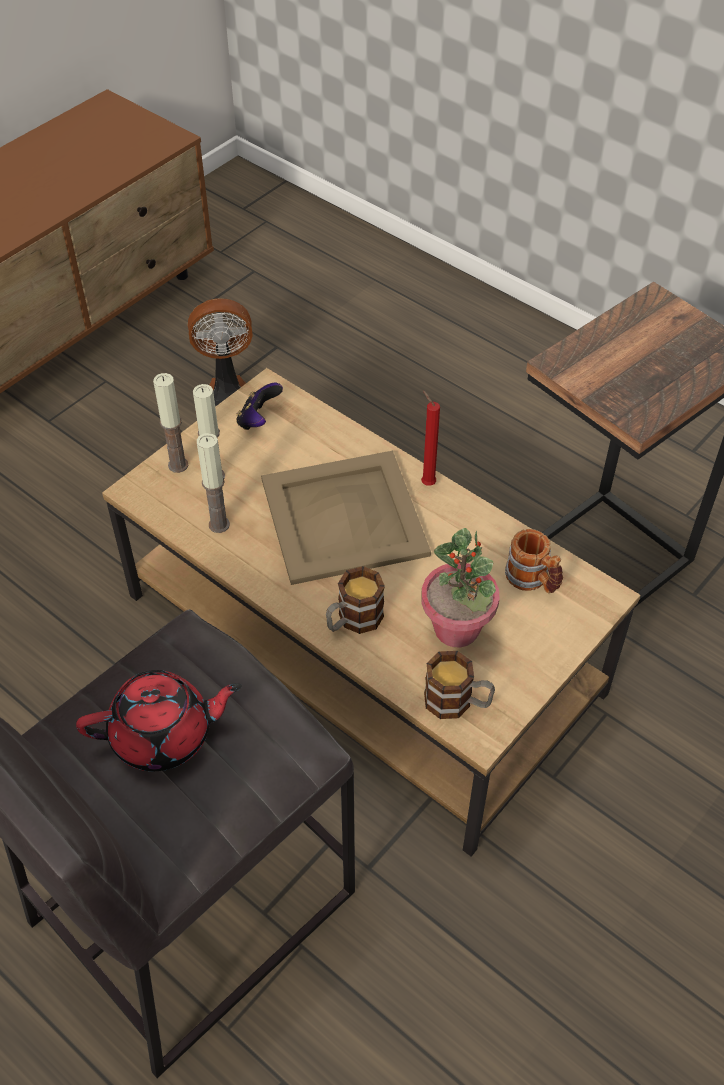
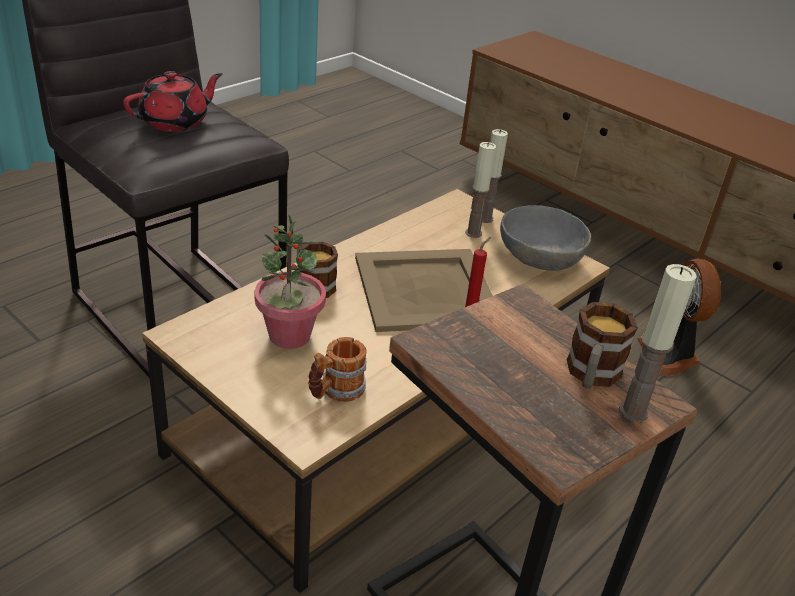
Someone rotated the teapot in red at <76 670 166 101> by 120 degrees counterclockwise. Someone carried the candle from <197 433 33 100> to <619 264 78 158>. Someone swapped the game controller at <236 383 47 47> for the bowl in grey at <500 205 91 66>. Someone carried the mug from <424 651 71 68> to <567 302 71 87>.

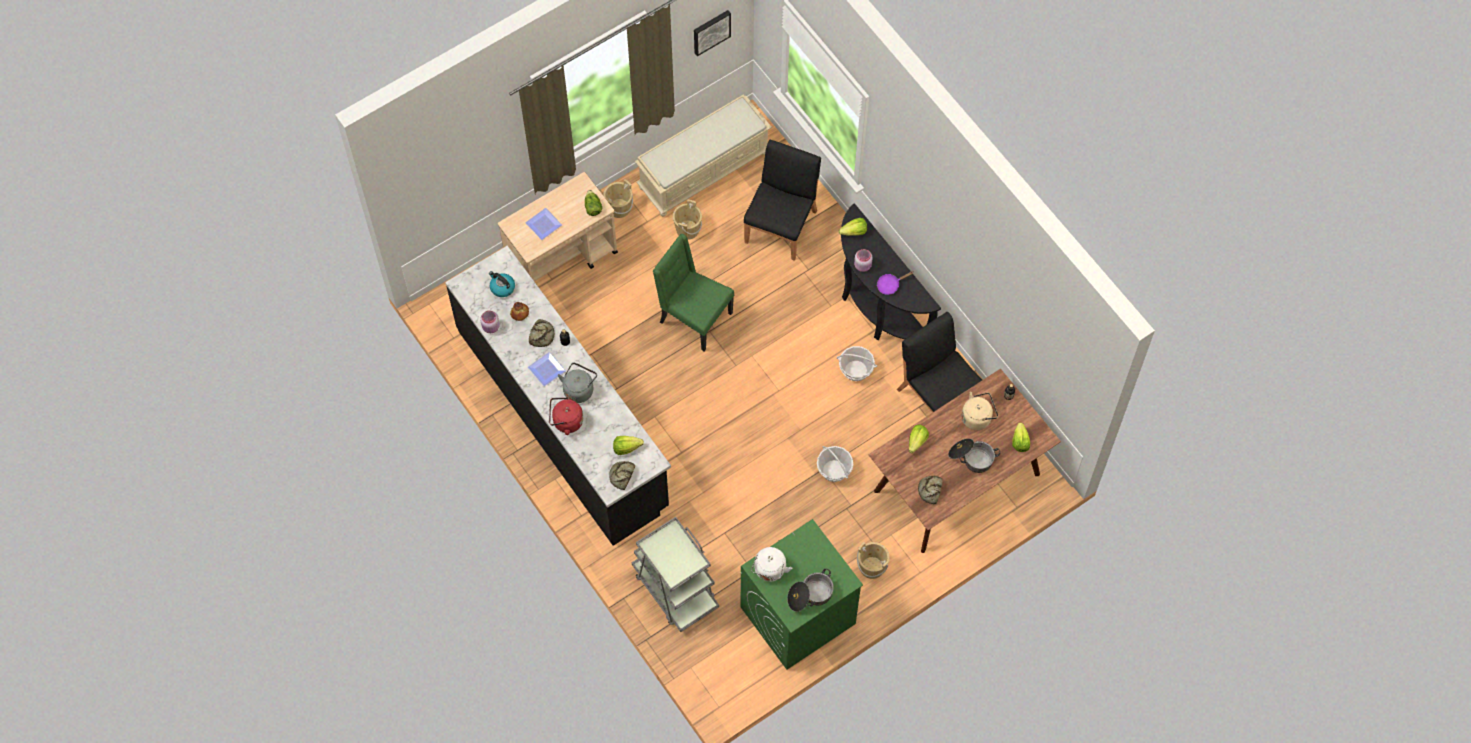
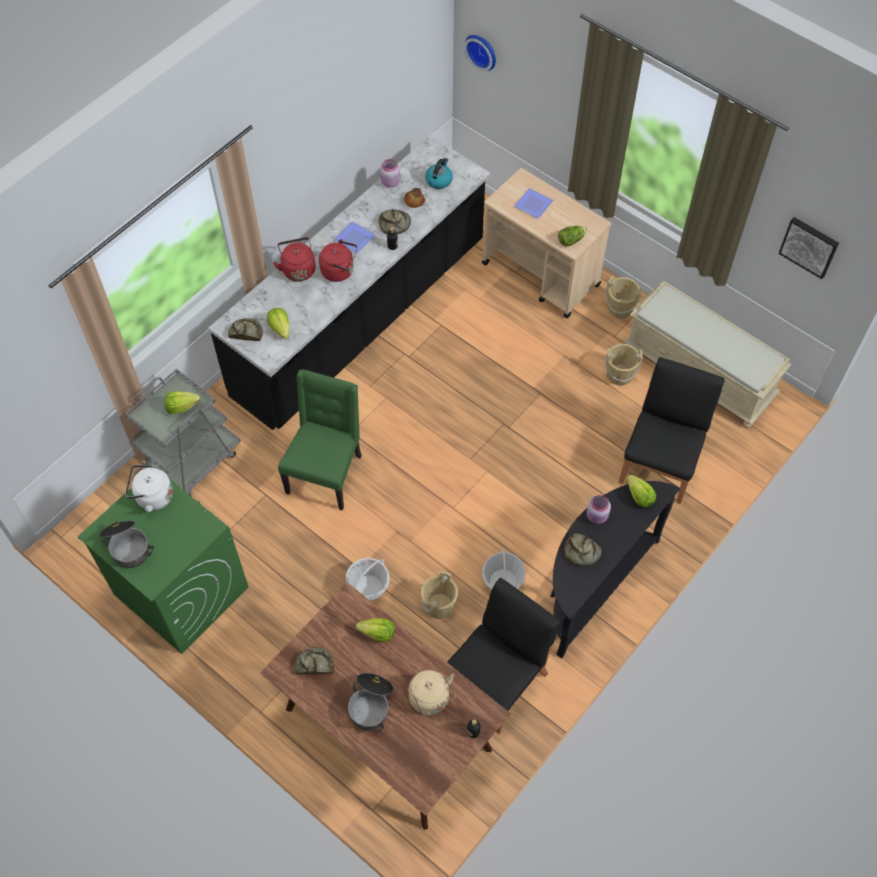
Someone repainted the kettle in grey at <558 363 39 40>, which became the kettle in red at <319 239 38 43>. Someone carried the chair in green from <653 234 81 117> to <278 369 84 142>. Someone rotated the chair in black at <744 140 77 121> by 75 degrees counterclockwise. Someone carried the bucket in beige from <857 542 33 37> to <421 571 37 48>. Someone swapped the frying pan in purple at <877 271 36 24> for the bread at <564 533 38 33>. Someone carried the lettuce from <1012 422 18 30> to <164 391 36 23>. Someone put up the wall clock at <464 35 32 36>.

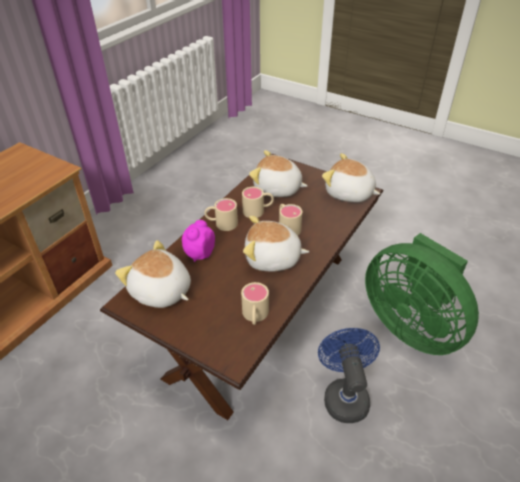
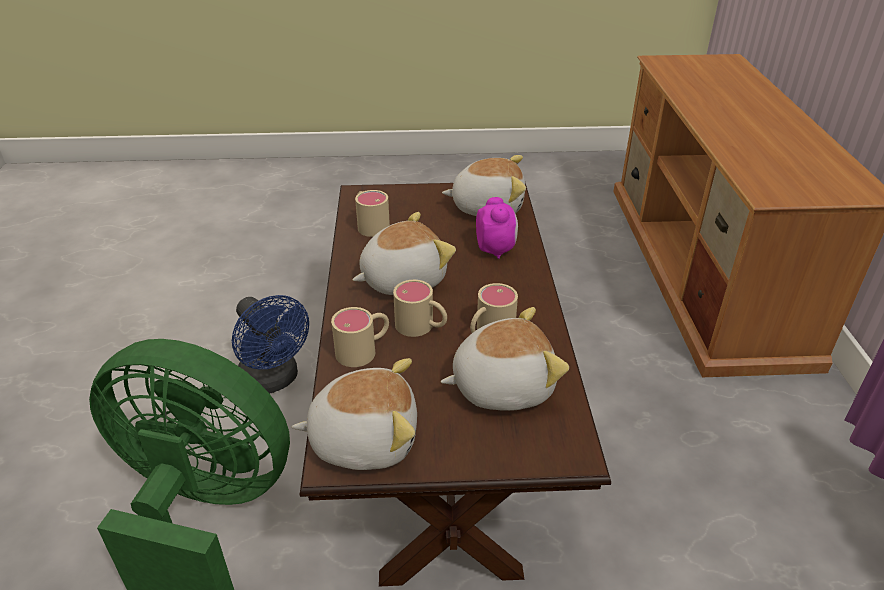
Someone carried the mug in beige from <204 198 34 33> to <331 307 58 60>.

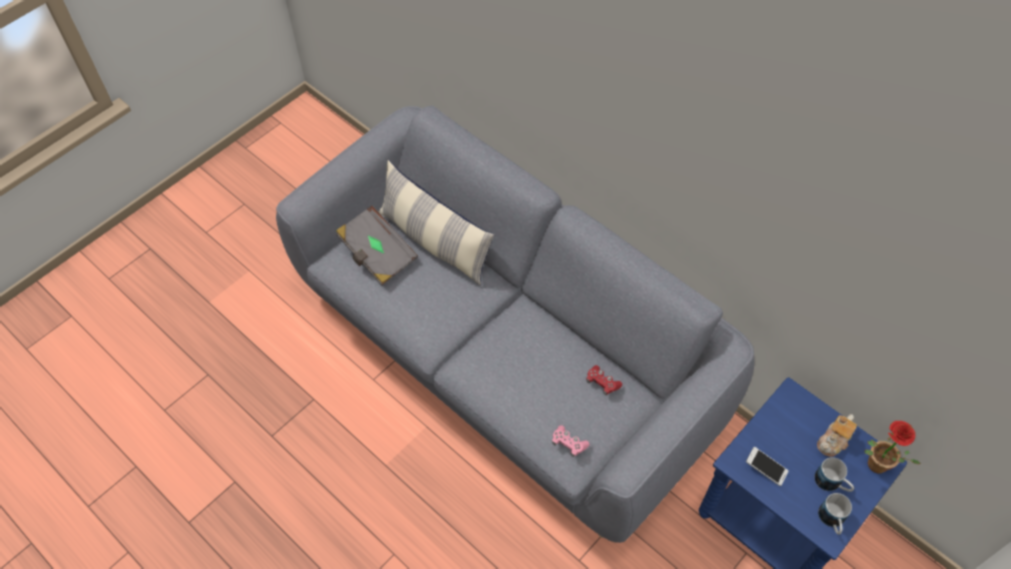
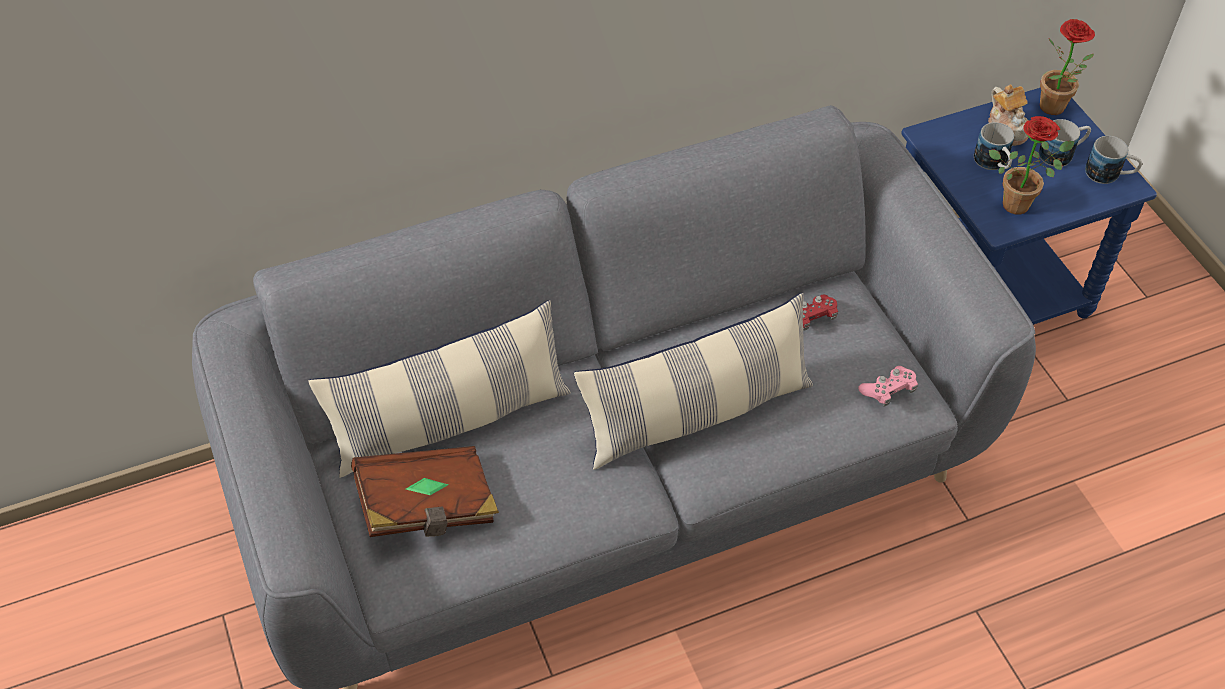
Someone repainted the book in grey at <336 205 82 81>, which became the book in brown at <351 446 148 91>. Someone swapped the phone at <746 447 42 39> for the potted plant at <989 116 86 99>. Someone put down the pillow at <574 293 239 177>. Someone put down the mug at <974 122 40 48>.

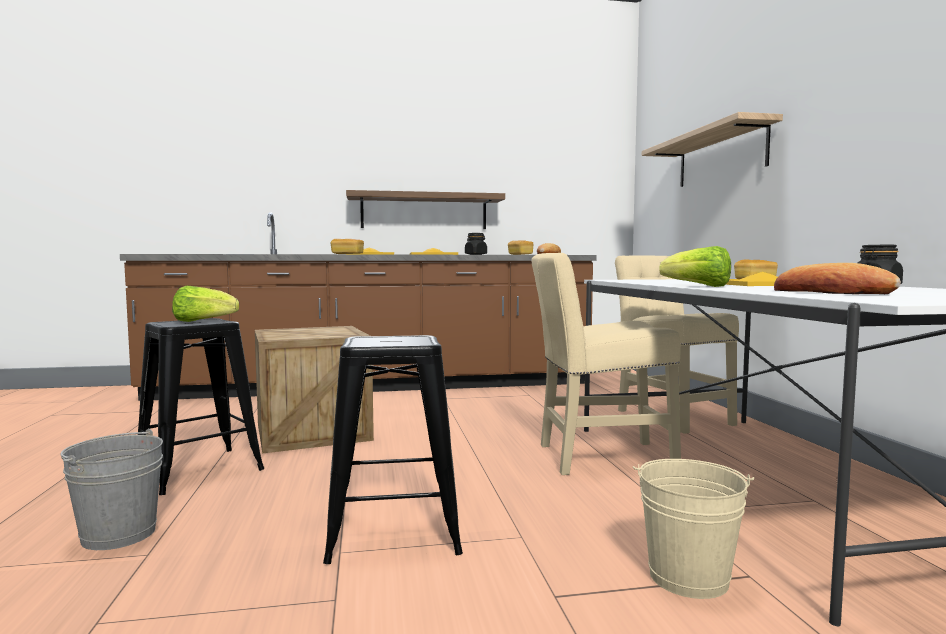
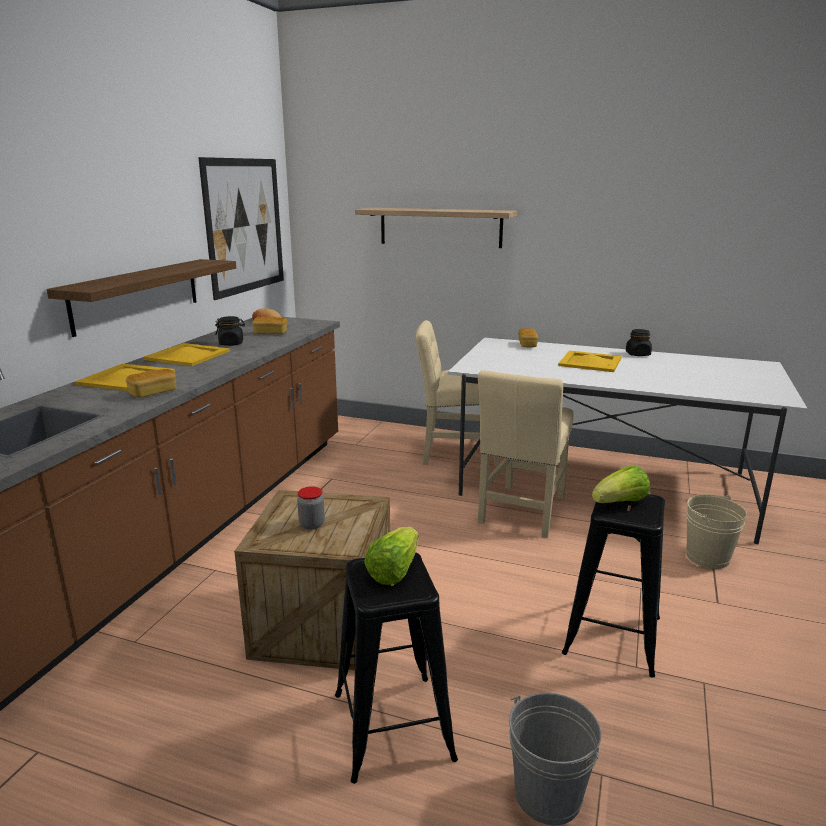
Someone carried the lettuce from <659 246 72 41> to <592 466 58 37>. Someone took away the bread at <774 263 127 31>. Someone put up the picture at <198 157 86 143>. Someone put down the jar at <297 486 28 44>.

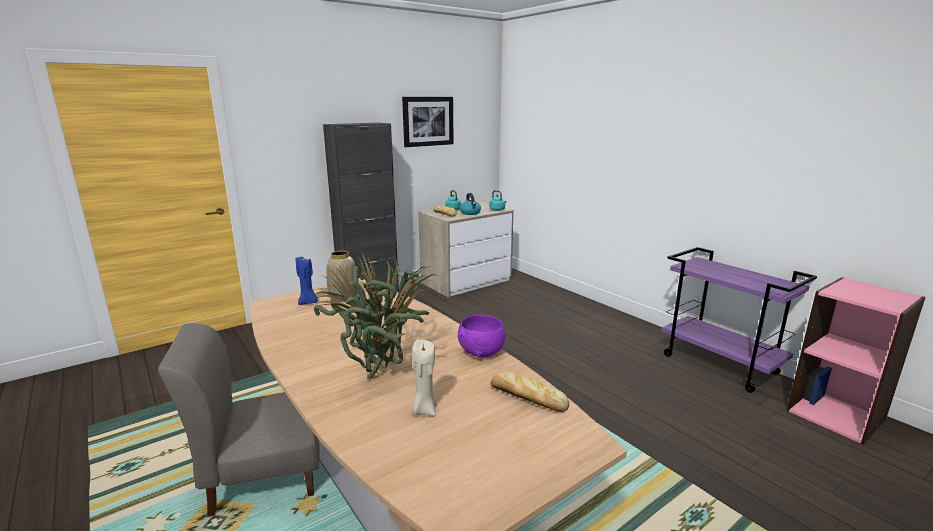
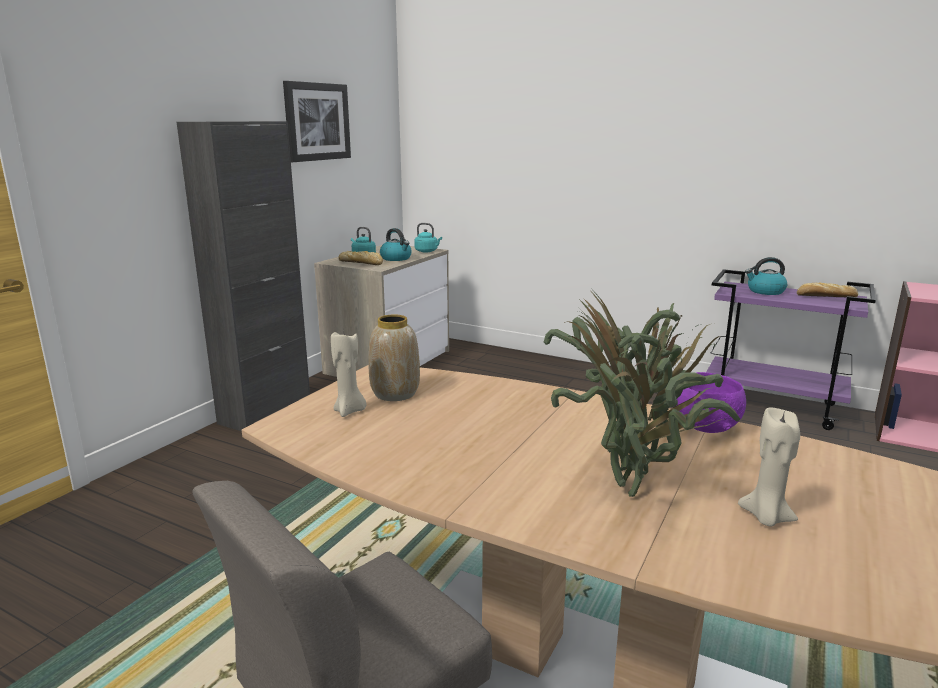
Someone repainted the candle in blue at <296 257 22 48>, which became the candle in beige at <331 332 36 85>. Someone carried the bread from <491 371 78 41> to <797 283 61 14>. Someone put down the kettle at <745 257 42 38>.

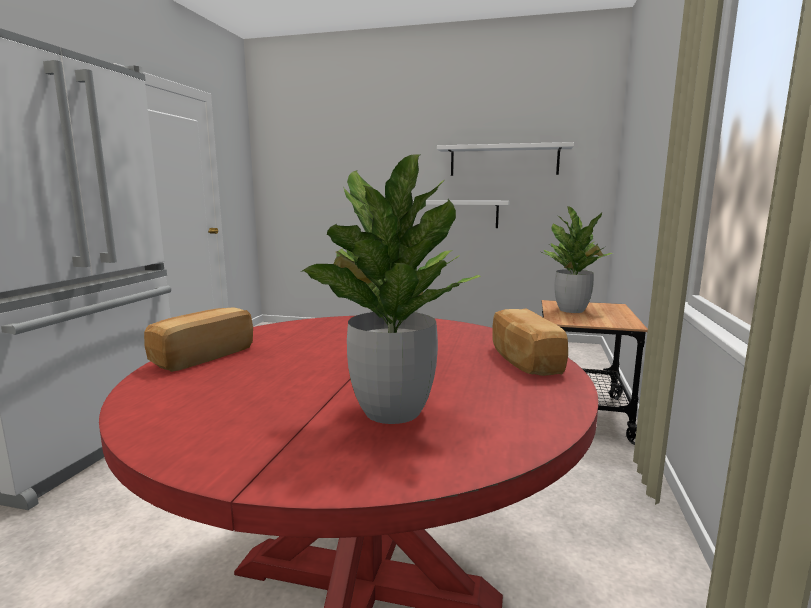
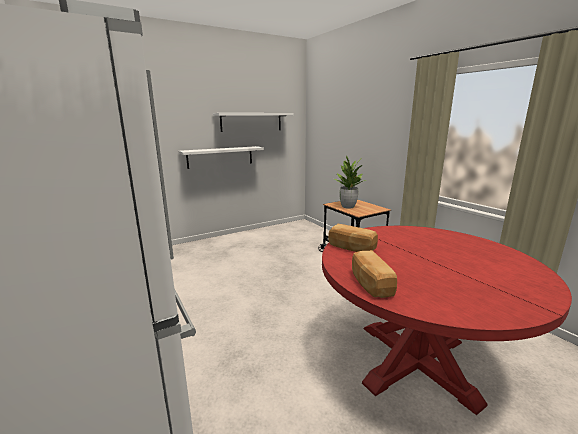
Someone took away the potted plant at <302 154 179 270>. Someone carried the bread from <492 308 76 68> to <328 224 50 28>.

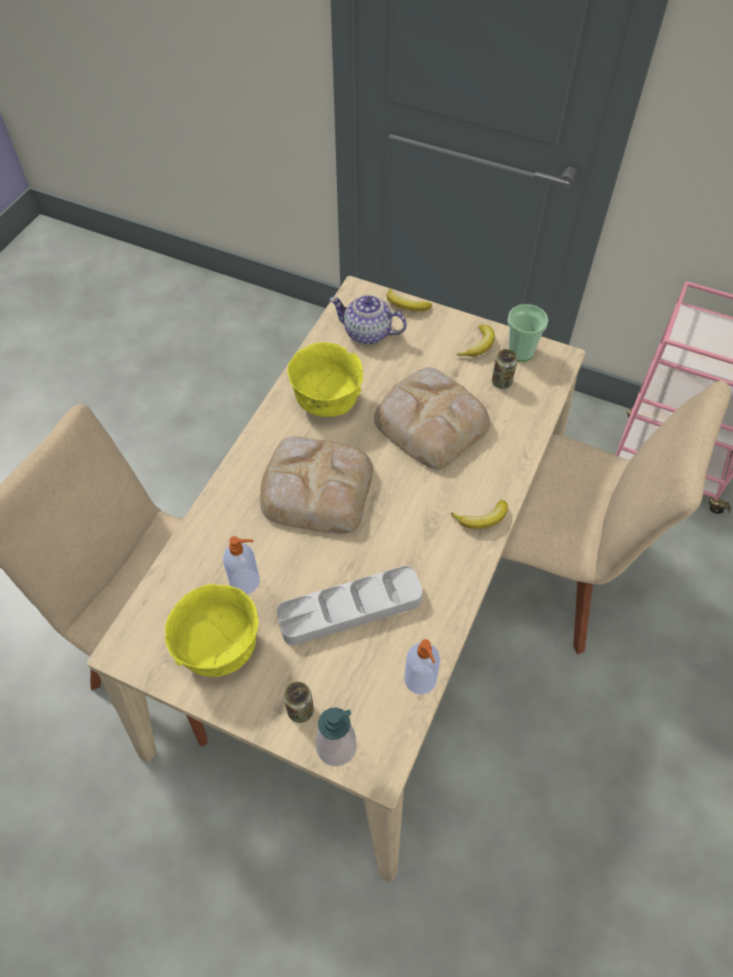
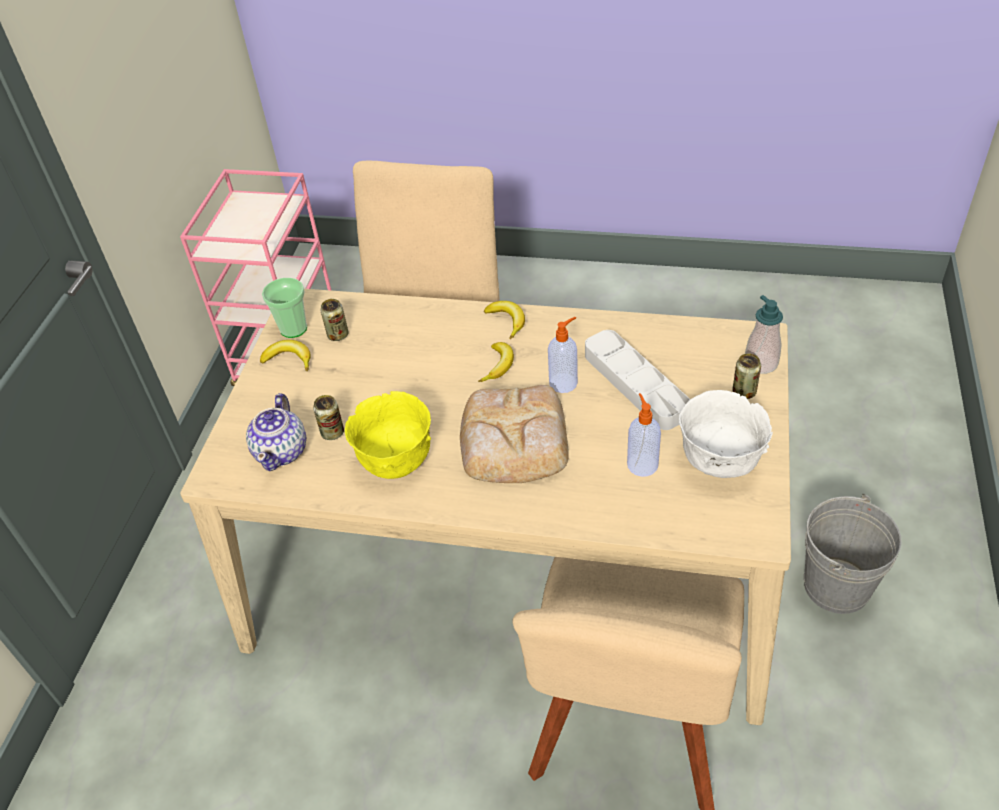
Someone repainted the bowl in yellow at <165 584 94 93>, which became the bowl in white at <679 390 94 88>. Someone took away the bread at <374 367 116 102>. Someone carried the banana from <387 288 45 23> to <478 342 36 40>. Someone carried the soap dispenser from <404 639 36 56> to <548 317 30 76>. Someone put down the can at <313 395 31 45>. Someone put down the bucket in grey at <804 493 98 121>.

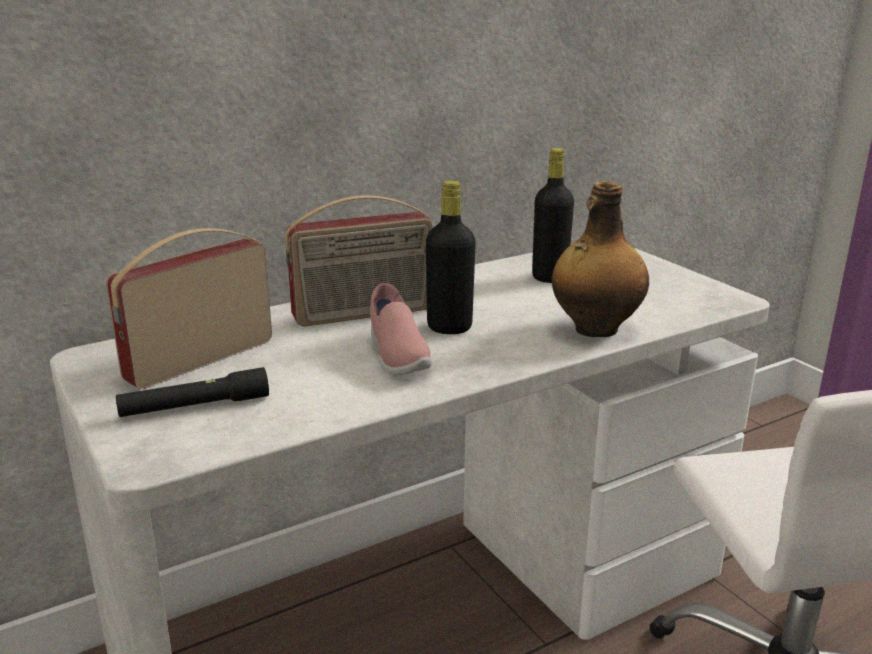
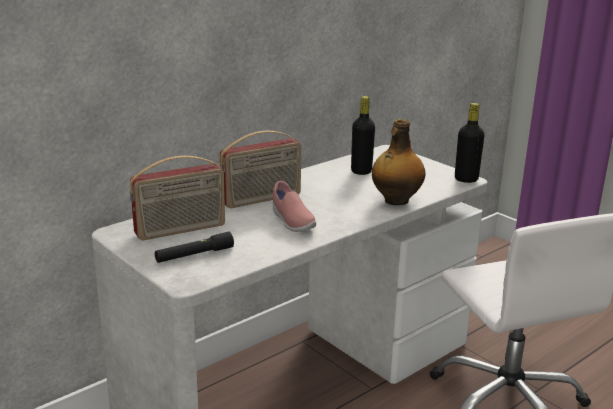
Someone rotated the radio at <106 228 166 161> by 150 degrees counterclockwise. Someone carried the bottle in black from <426 180 50 154> to <455 103 30 80>.

